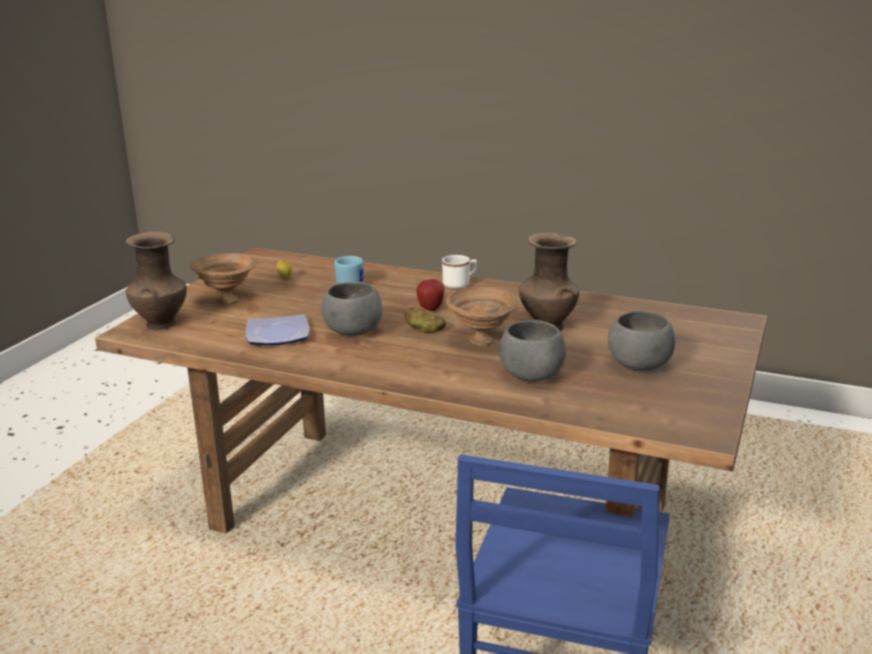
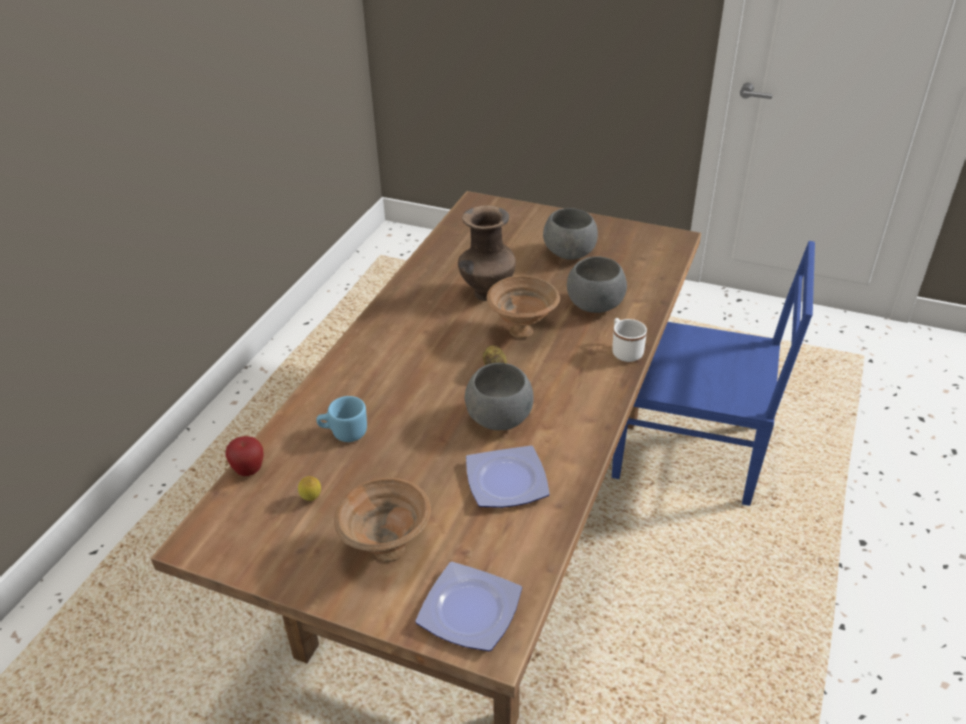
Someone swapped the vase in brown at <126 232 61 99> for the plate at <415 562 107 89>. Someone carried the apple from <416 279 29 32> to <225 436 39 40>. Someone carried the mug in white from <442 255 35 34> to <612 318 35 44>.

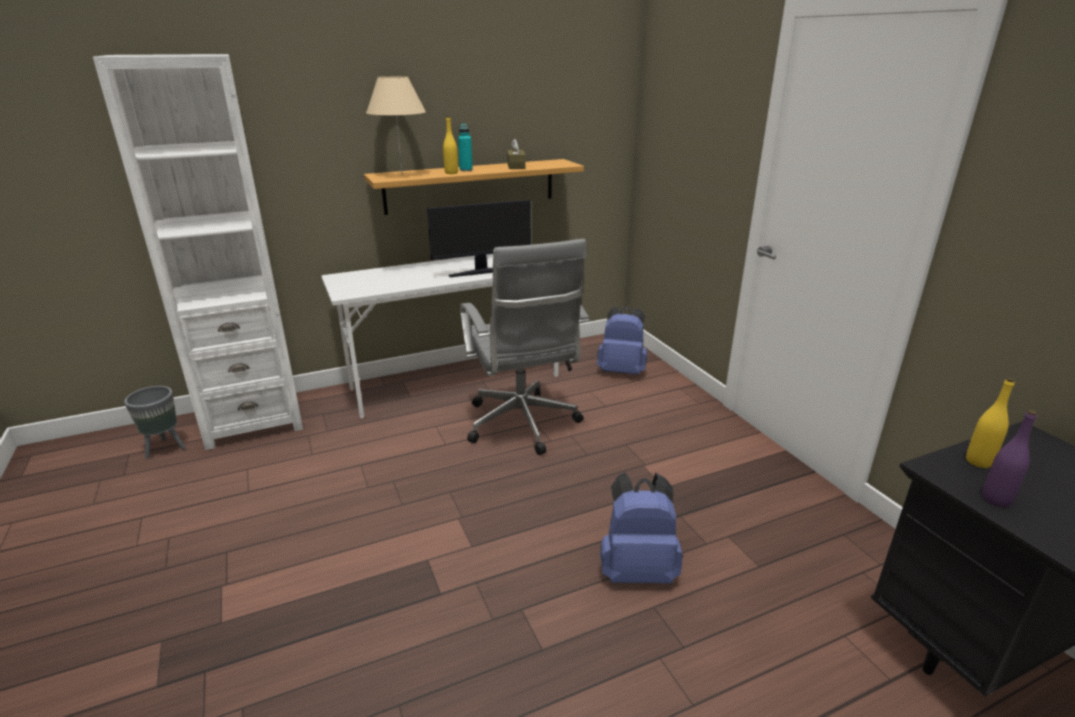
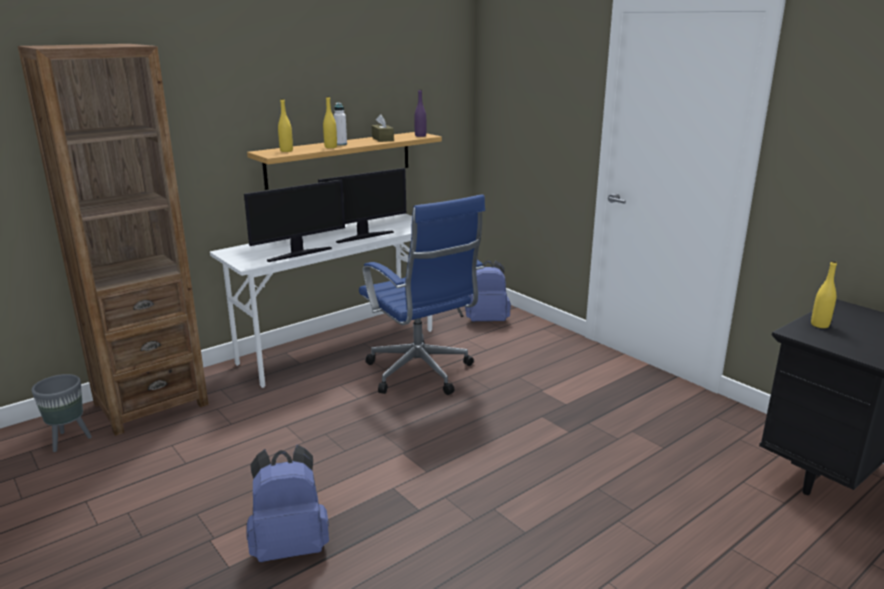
Someone repainted the bookcase in white at <93 54 210 396>, which became the bookcase in brown at <18 44 191 392>. Someone swapped the table lamp in beige at <366 76 60 99> for the bottle in yellow at <278 98 15 54>. Someone repainted the bottle in turquoise at <458 124 15 47>, which became the bottle in white at <334 103 13 42>. Someone repainted the office chair in grey at <460 239 130 216>, which became the office chair in blue at <359 194 126 201>. Someone carried the backpack in blue from <600 472 83 112> to <246 444 83 118>. Someone carried the bottle in purple from <982 410 55 97> to <414 89 12 48>. Someone put down the monitor at <244 179 101 83>.

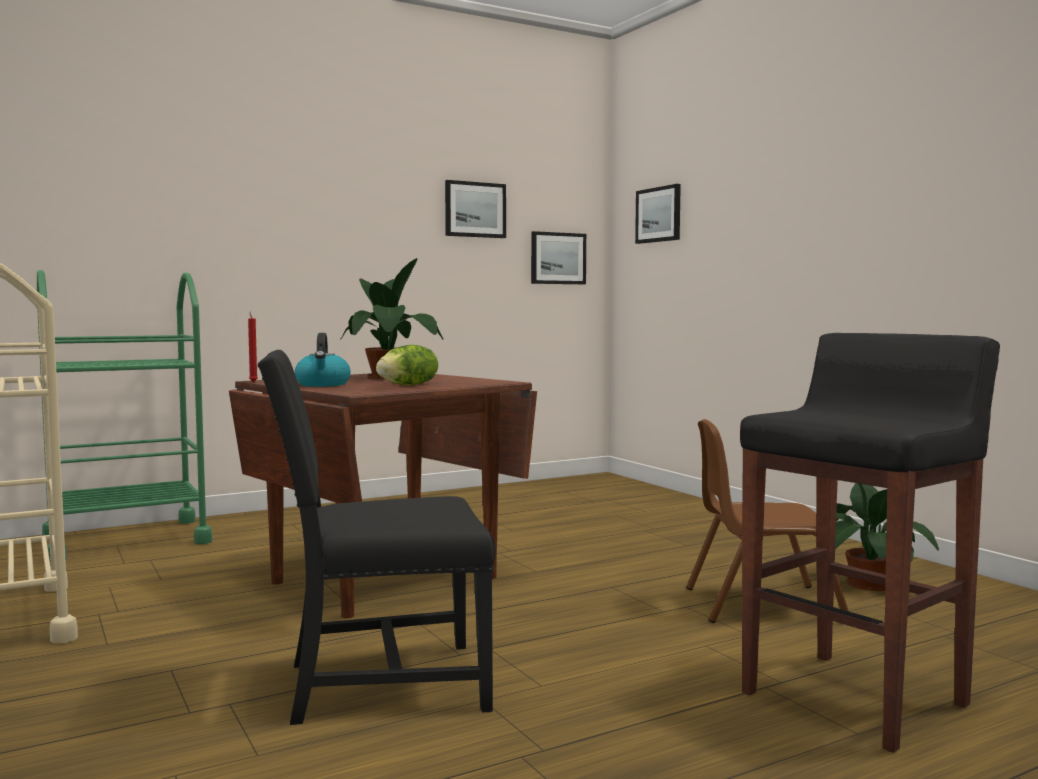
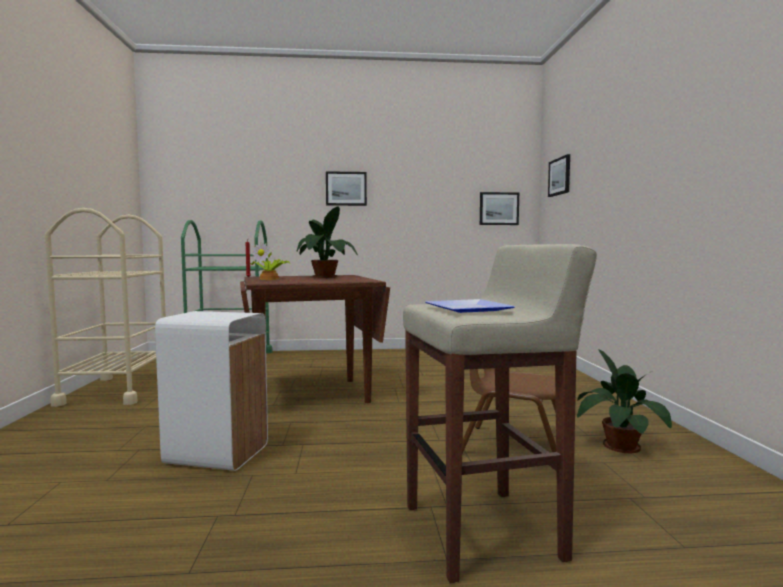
Someone swapped the chair in black at <258 350 238 375> for the trash can in white at <155 311 113 160>. Someone swapped the kettle at <295 333 56 54> for the potted plant at <250 242 41 38>. Someone took away the lettuce at <376 345 62 40>. Someone carried the picture from <445 180 61 58> to <326 171 41 35>. Someone repainted the stool in black at <740 333 260 420>, which became the stool in beige at <403 244 194 339>. Someone put down the plate at <426 299 90 14>.

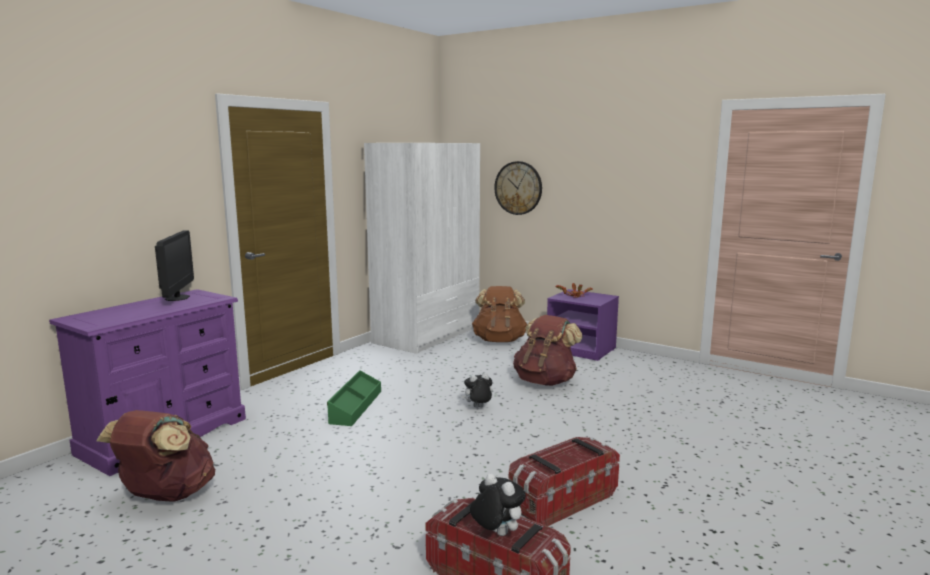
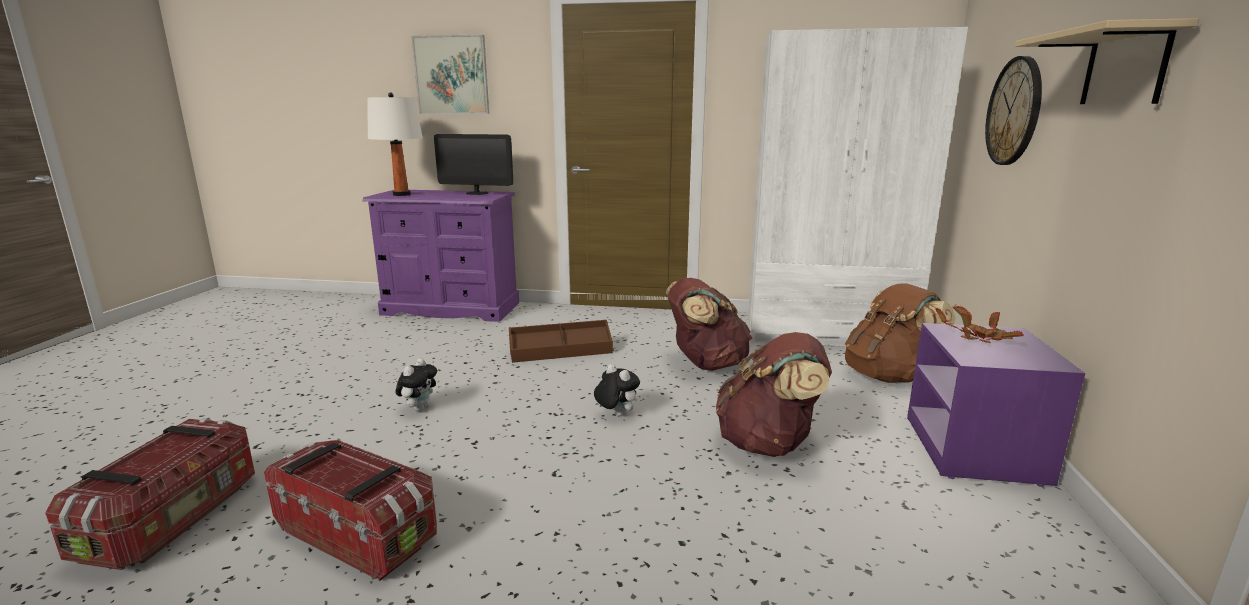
Someone carried the backpack in brown from <96 410 119 91> to <666 278 86 93>. Someone rotated the monitor at <155 230 39 71> by 45 degrees clockwise. Someone repainted the storage box in green at <327 370 54 56>, which became the storage box in brown at <509 320 104 43>. Someone carried the plush toy from <470 473 56 63> to <396 358 41 53>. Someone put down the table lamp in white at <367 92 56 104>. Someone put up the picture at <411 35 78 79>. Someone put up the shelf in beige at <1015 18 184 86>.

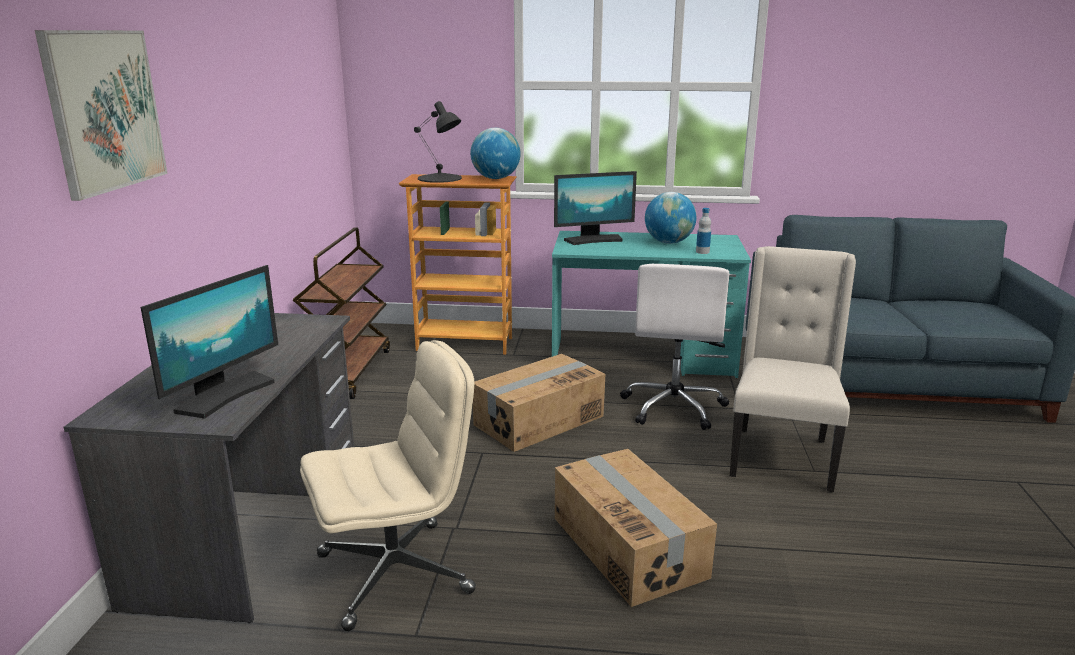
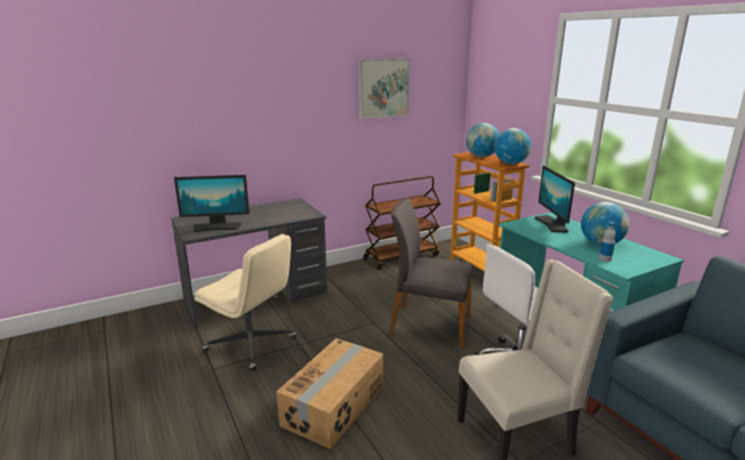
Someone carried the picture from <35 30 133 171> to <359 59 51 60>. Someone swapped the table lamp in black at <414 101 48 82> for the globe at <466 123 33 34>. Someone swapped the cardboard box at <472 354 133 98> for the chair in grey at <389 198 83 151>. Someone rotated the monitor at <554 171 83 74> by 45 degrees clockwise.

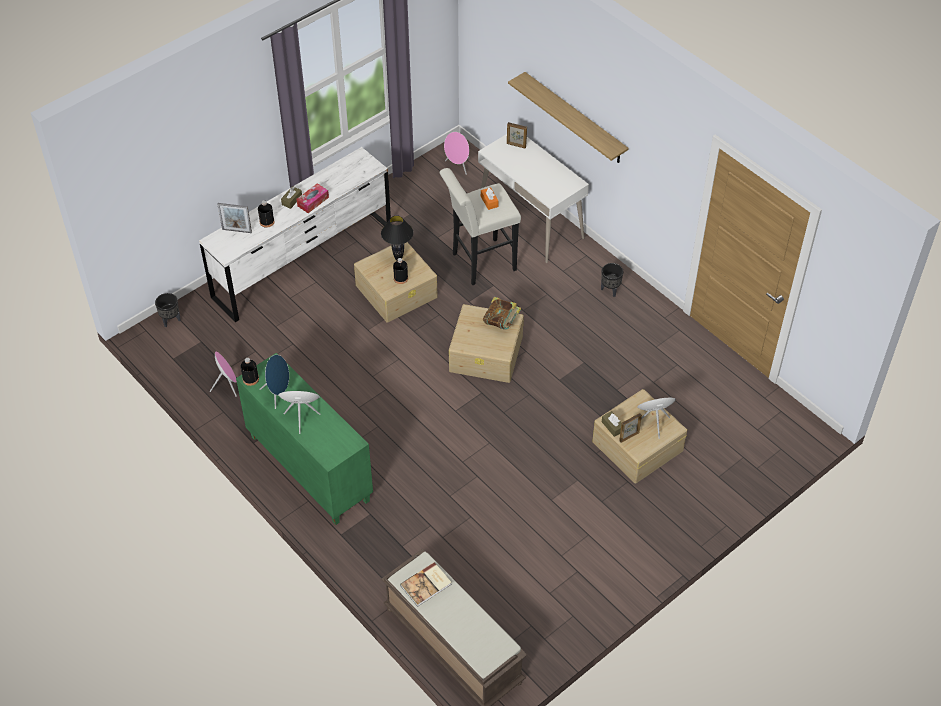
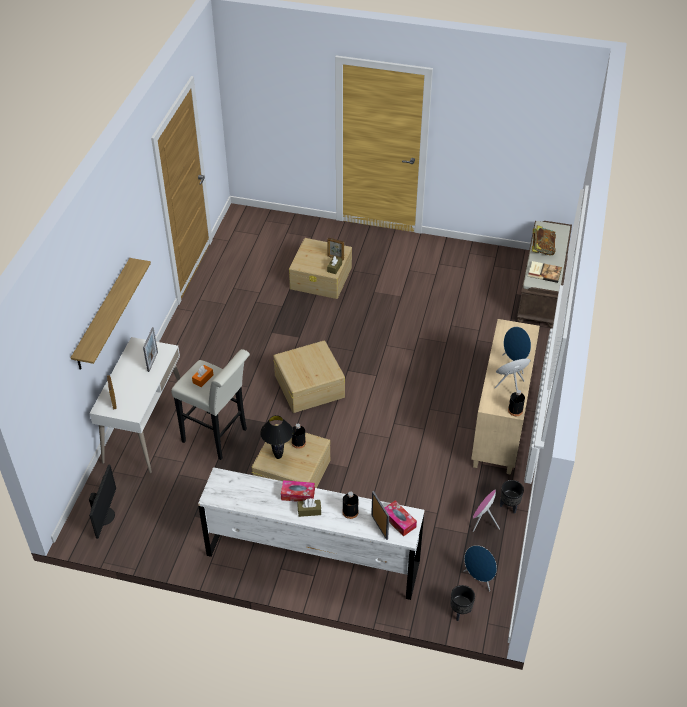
Someone repainted the cabinet in green at <236 353 137 172>, which became the cabinet in beige at <471 319 69 156>. Someone swapped the speaker in pink at <444 132 25 43> for the monitor at <89 464 27 75>. Someone carried the book from <483 297 38 33> to <532 225 24 31>. Someone carried the planter in black from <601 263 22 34> to <500 480 24 33>. Someone carried the speaker in blue from <637 398 39 41> to <464 545 33 47>. Someone put down the picture frame at <143 327 15 45>. Someone put down the tissue box at <385 500 32 37>.

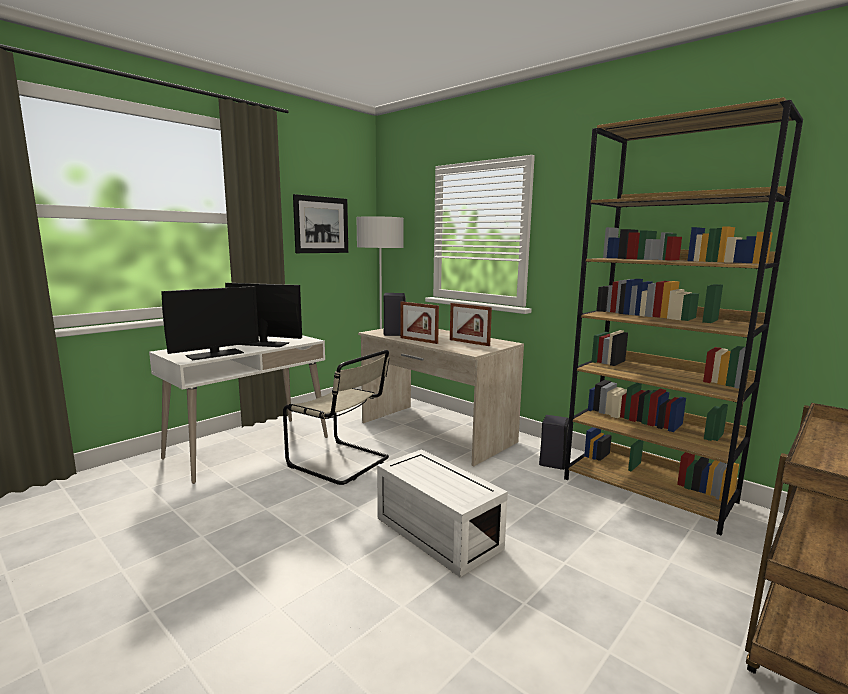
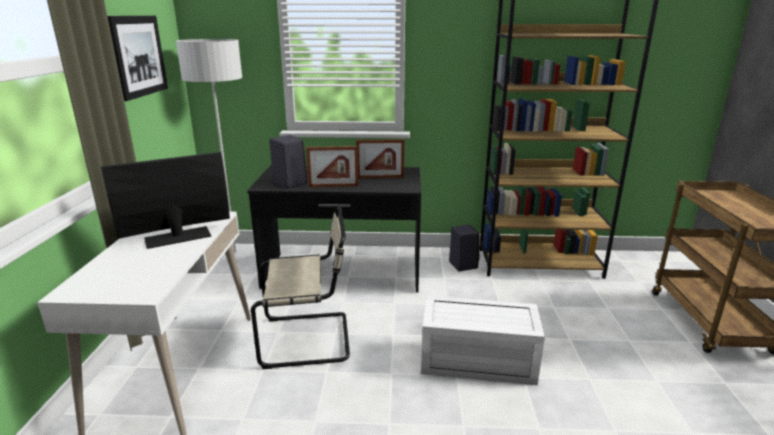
Someone took away the monitor at <161 286 98 74>. Someone repainted the desk in beige at <358 328 166 138>, which became the desk in black at <247 166 174 126>.

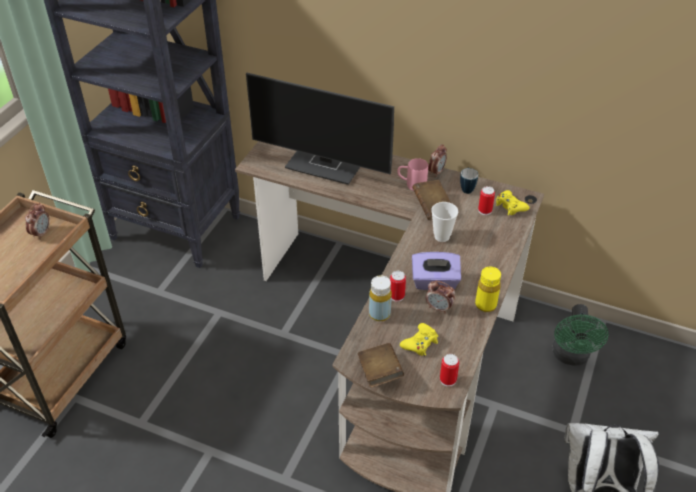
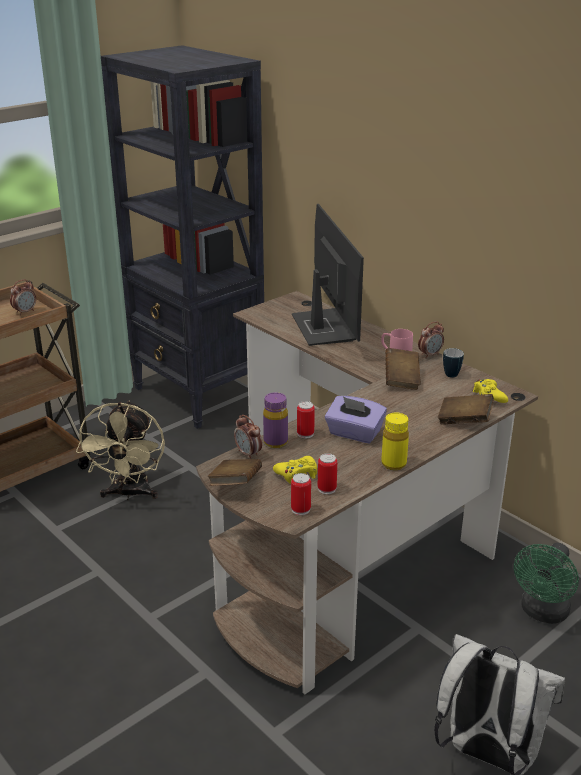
Someone rotated the monitor at <246 73 148 112> by 150 degrees counterclockwise. Someone repainted the bottle in yellow at <369 275 23 46>, which became the bottle in purple at <263 392 25 56>. Someone carried the alarm clock from <426 281 29 33> to <234 415 28 44>. Someone took away the cup at <431 202 27 40>. Someone carried the can from <478 186 17 29> to <318 453 19 41>. Someone put down the fan in beige at <76 401 89 99>. Someone put down the book in brown at <438 394 56 31>.

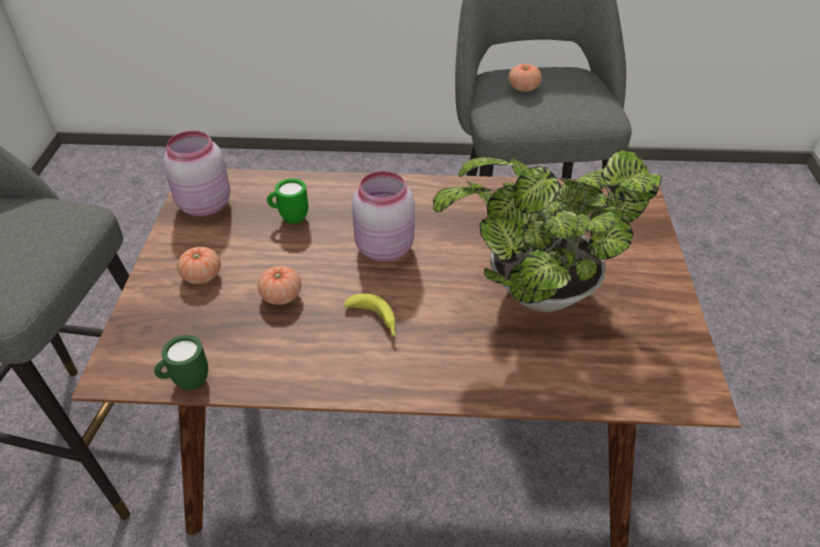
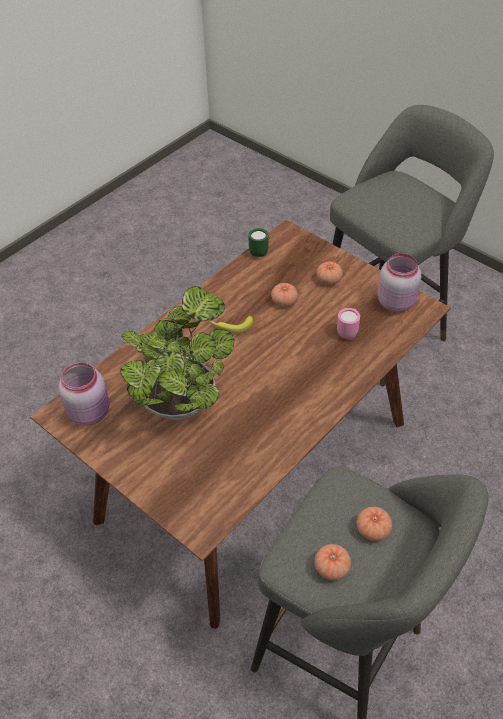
Someone repainted the mug in green at <267 178 41 46>, which became the mug in pink at <337 308 23 31>. Someone carried the jar in pink from <352 171 63 91> to <58 363 52 62>. Someone put down the tomato at <314 544 37 36>.

